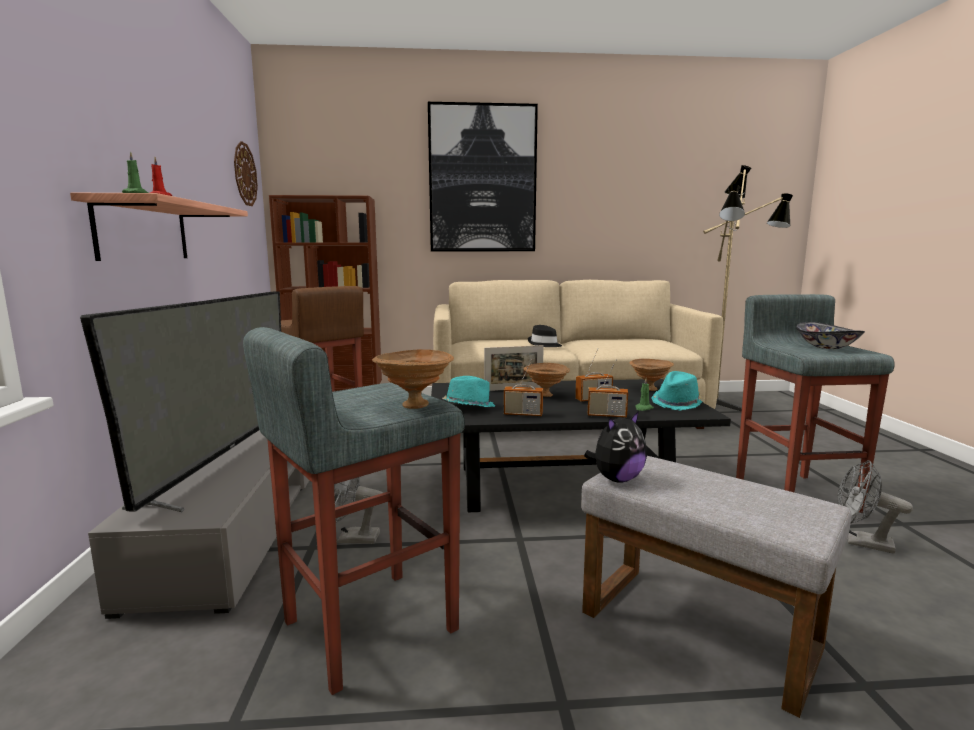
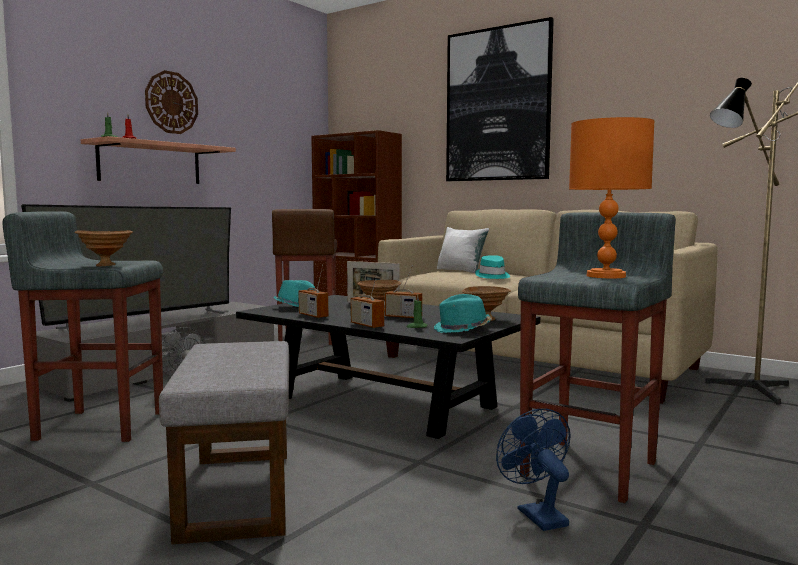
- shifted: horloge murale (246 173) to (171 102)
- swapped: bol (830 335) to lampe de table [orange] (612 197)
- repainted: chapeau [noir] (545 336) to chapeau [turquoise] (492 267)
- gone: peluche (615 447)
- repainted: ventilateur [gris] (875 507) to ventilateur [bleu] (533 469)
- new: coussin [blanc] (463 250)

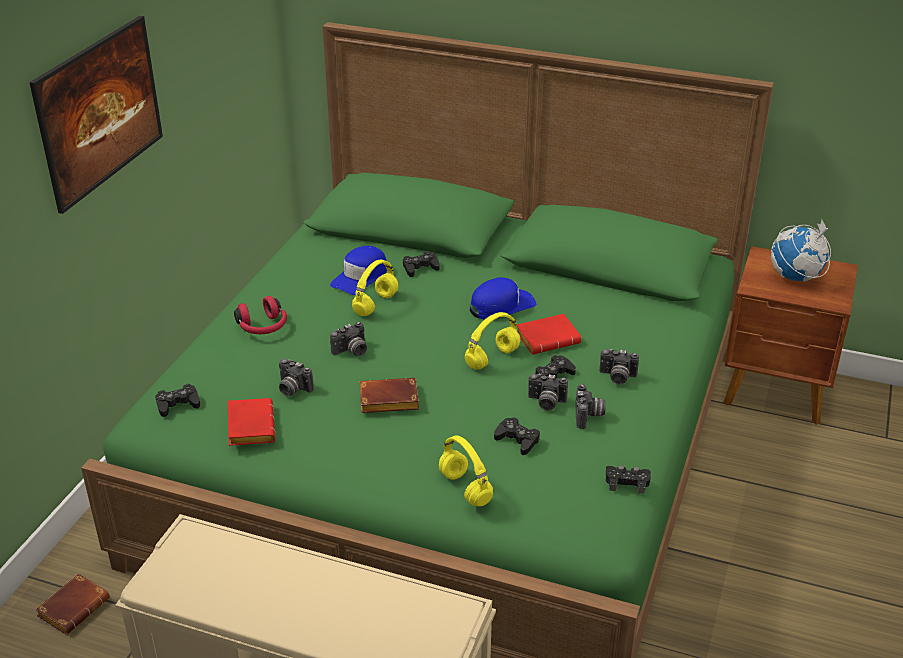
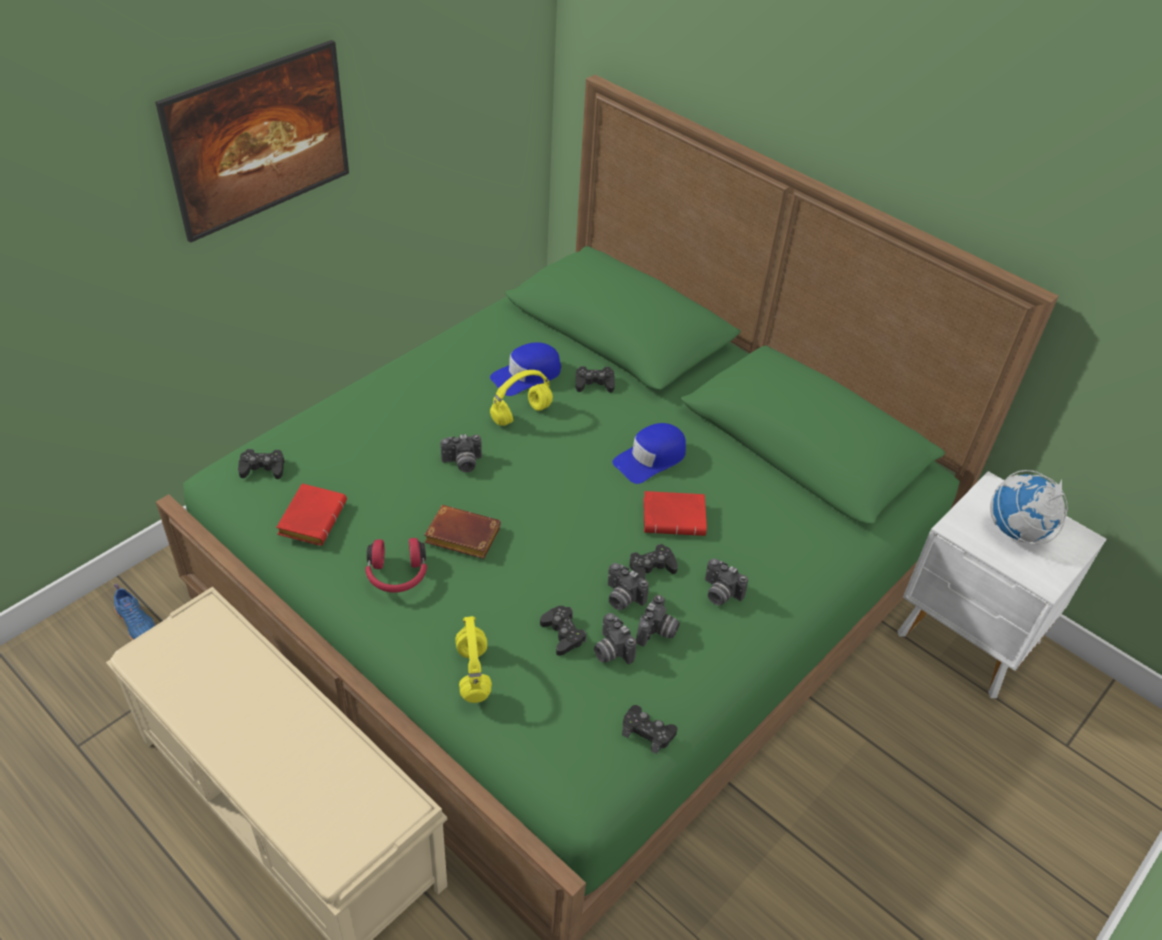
- repainted: table de chevet [marron] (790 335) to table de chevet [blanc] (1001 584)
- rotated: casquette [bleu] (503 298) = (649 453) 150 degrees clockwise
- shifted: casque audio [rouge] (260 315) to (396 565)
- gone: casque audio [jaune] (492 340)
- shifted: appareil photo (296 377) to (615 638)
- swapped: livre [marron] (72 604) to chaussure [bleu] (135 611)

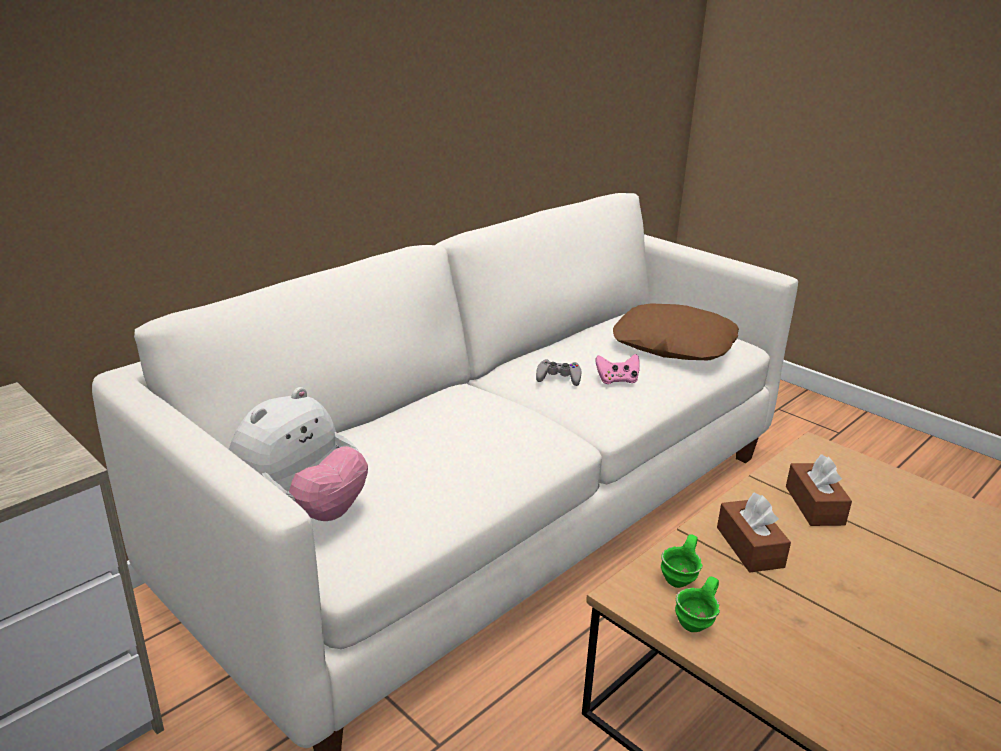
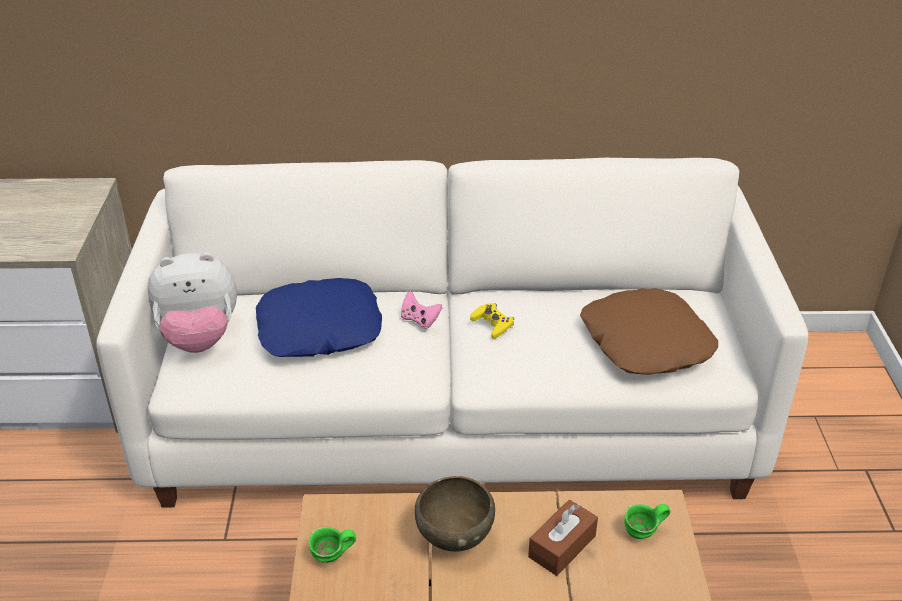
- shifted: manette [rose] (618 369) to (421 310)
- repainted: manette [gris] (558 372) to manette [jaune] (492 321)
- swapped: boîte à mouchoirs [marron] (754 532) to bol [marron] (455 514)
- shifted: mug [vert] (682 561) to (647 521)
- new: coussin [bleu] (319 317)

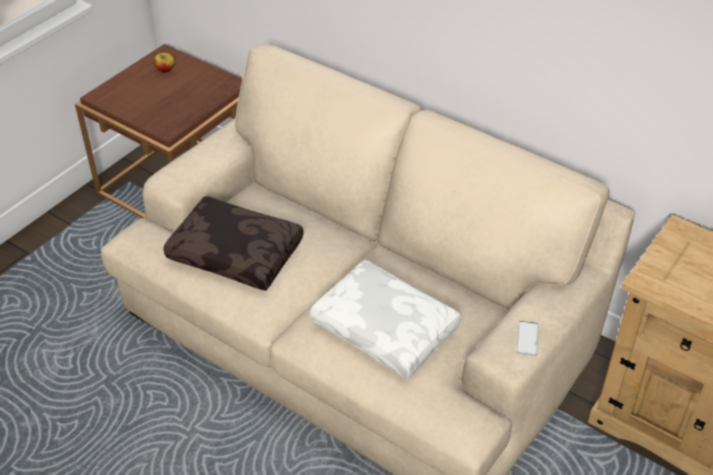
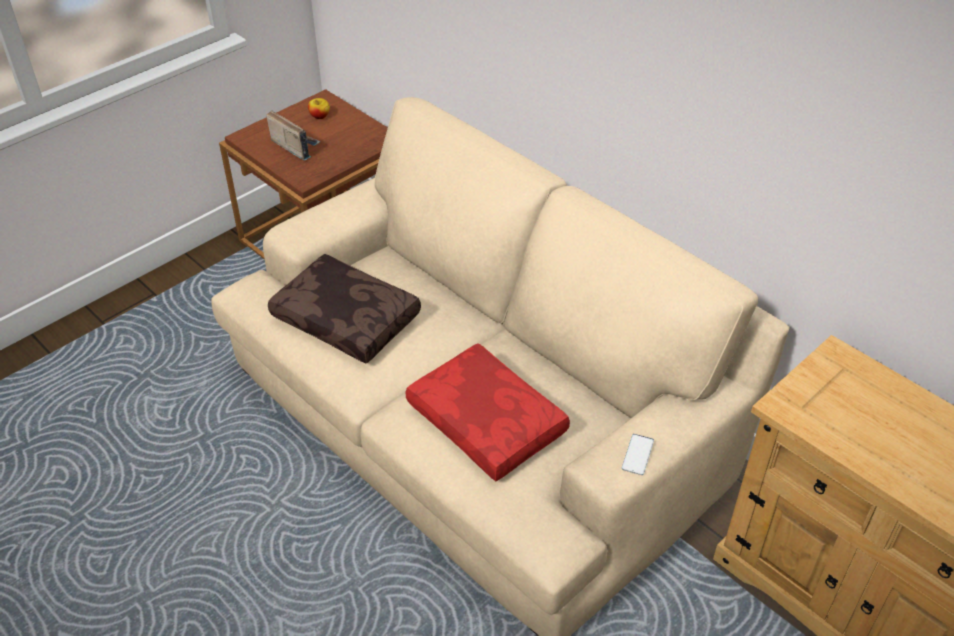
- repainted: coussin [blanc] (385 319) to coussin [rouge] (487 412)
- new: radio (293 135)

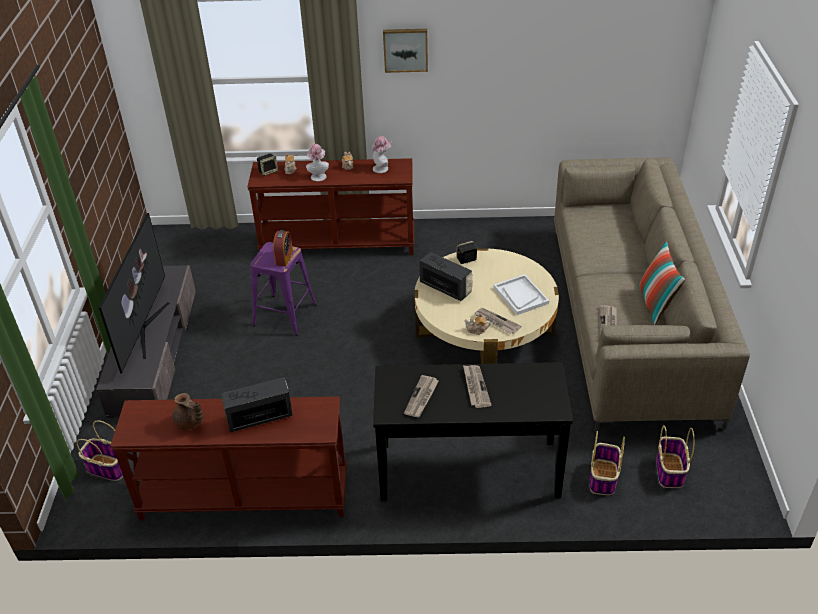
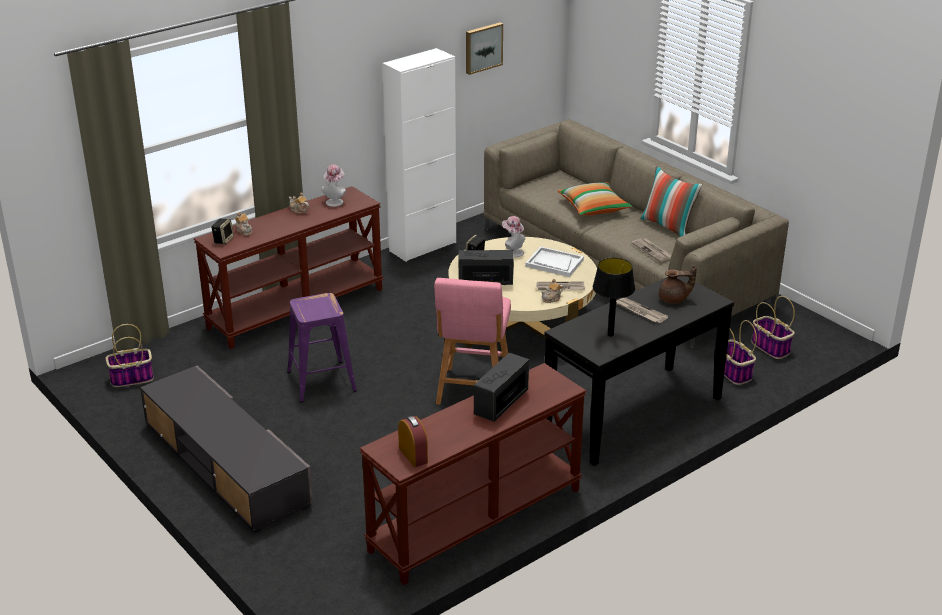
- shifted: tableau (405 51) to (484 49)
- shifted: chapeau (317 163) to (513 236)
- gone: téléviseur (134 293)
- shifted: réveil (283 248) to (413 441)
- swapped: journal (421 396) to lampe de table [noir] (614 297)
- shifted: théière [marron] (187 411) to (678 285)
- shifted: panier (99 450) to (129 355)
- new: meuble de rangement [blanc] (419 155)
- new: coussin (595 198)
- new: tabouret [rose] (472 341)

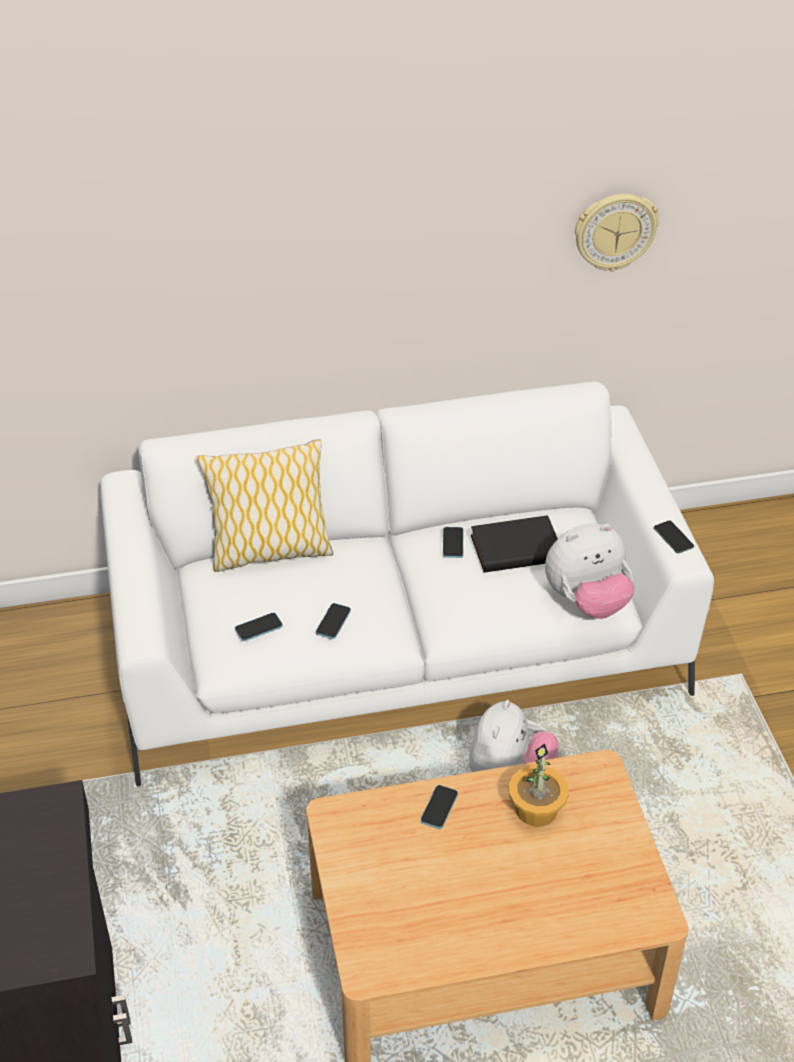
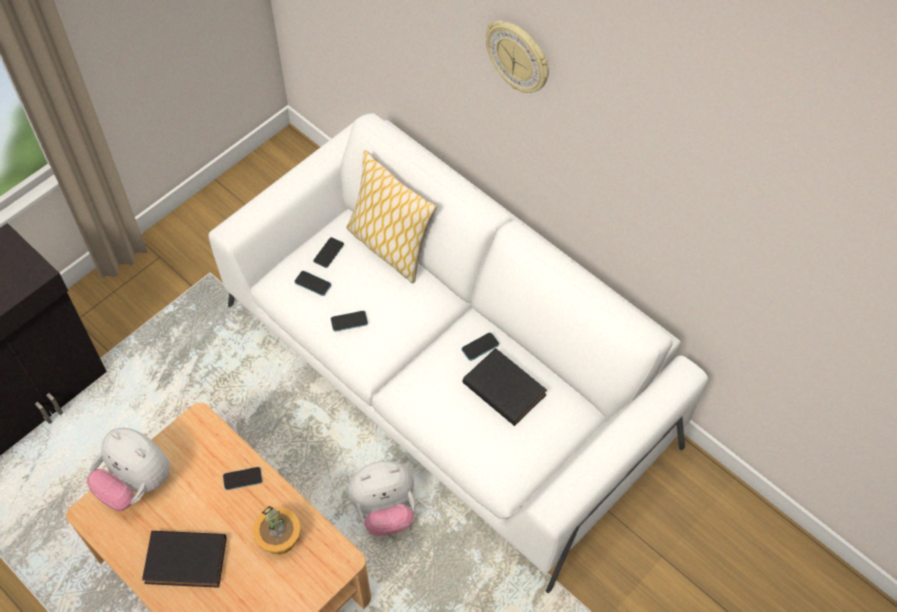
- shifted: horloge murale (617 233) to (517 56)
- shifted: téléphone (674 536) to (328 252)
- shifted: peluche (589 571) to (128 469)
- new: livre [noir] (184 559)

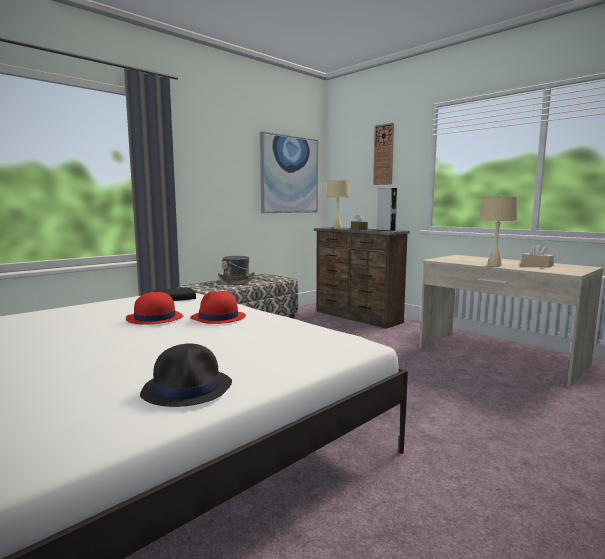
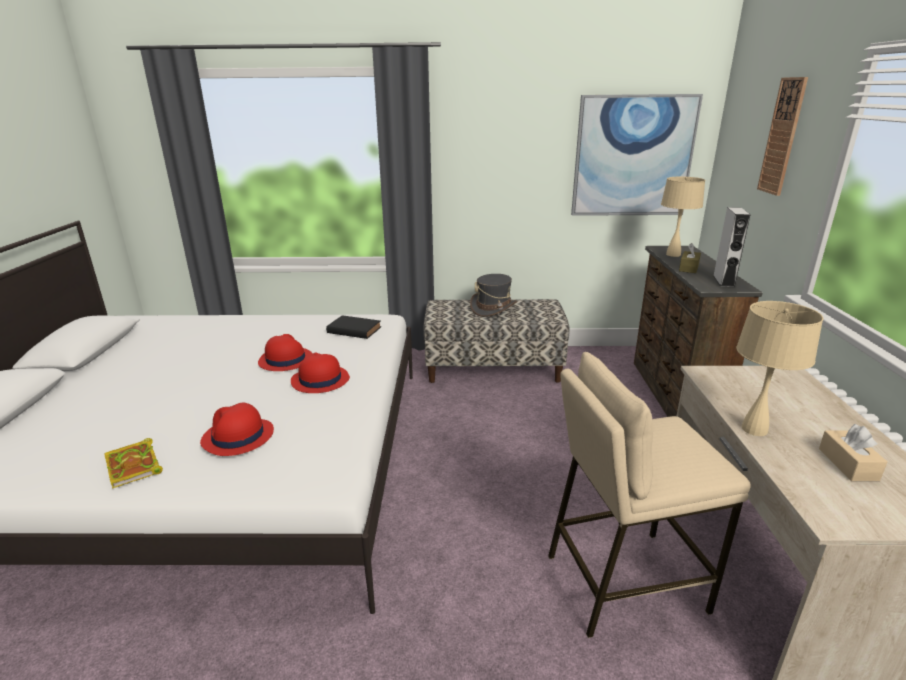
- swapped: chapeau [noir] (186 375) to livre (133 463)
- new: tabouret [beige] (649 495)
- new: chapeau [rouge] (237 429)

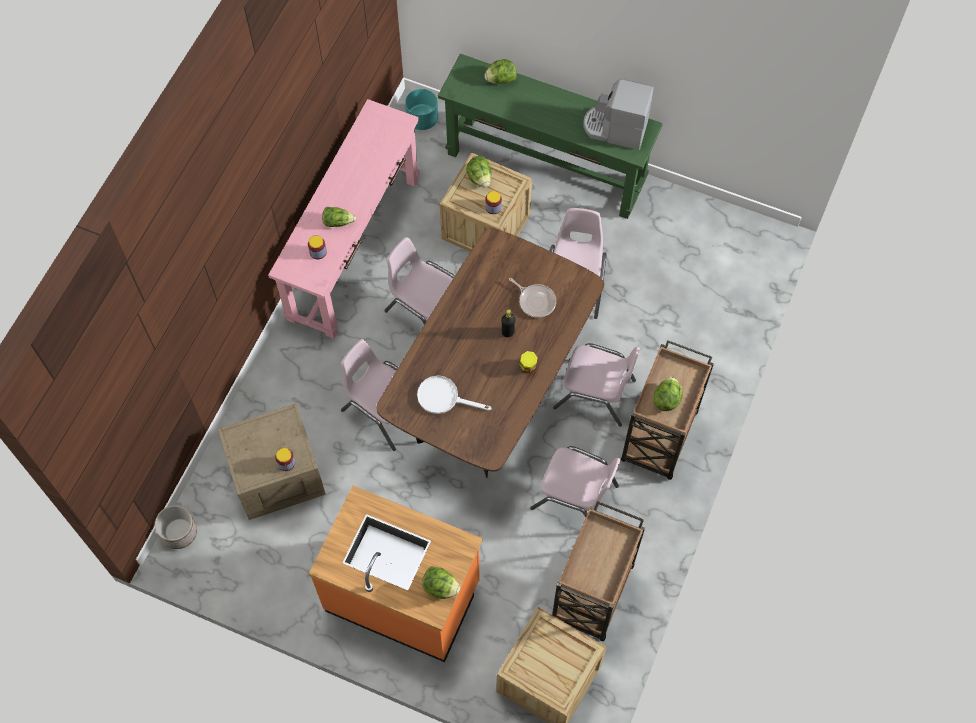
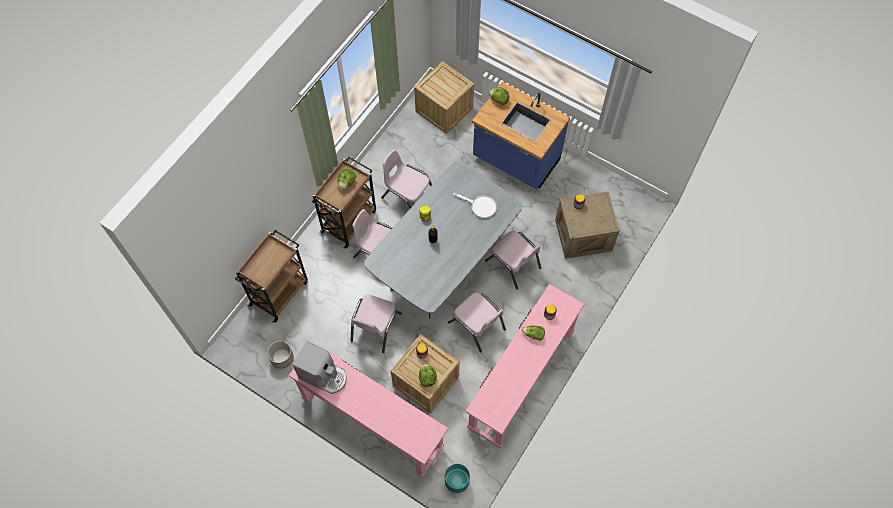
- repainted: table console [vert] (550 136) to table console [rose] (368 410)
- gone: laitue (501 71)
- repainted: table à manger [marron] (490 353) to table à manger [gris] (443 240)
- gone: poêle (532 298)
- repainted: comptoir de cuisine [orange] (396 574) to comptoir de cuisine [bleu] (521 136)
- shifted: chariot [marron] (598 571) to (271 276)
- shifted: cache-pot (176 527) to (280 355)

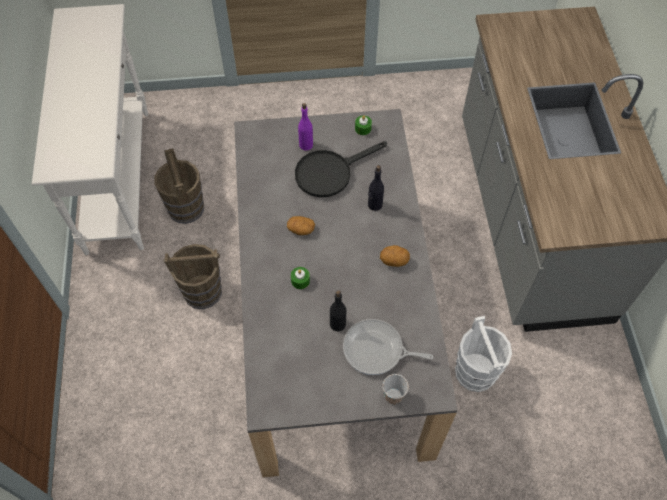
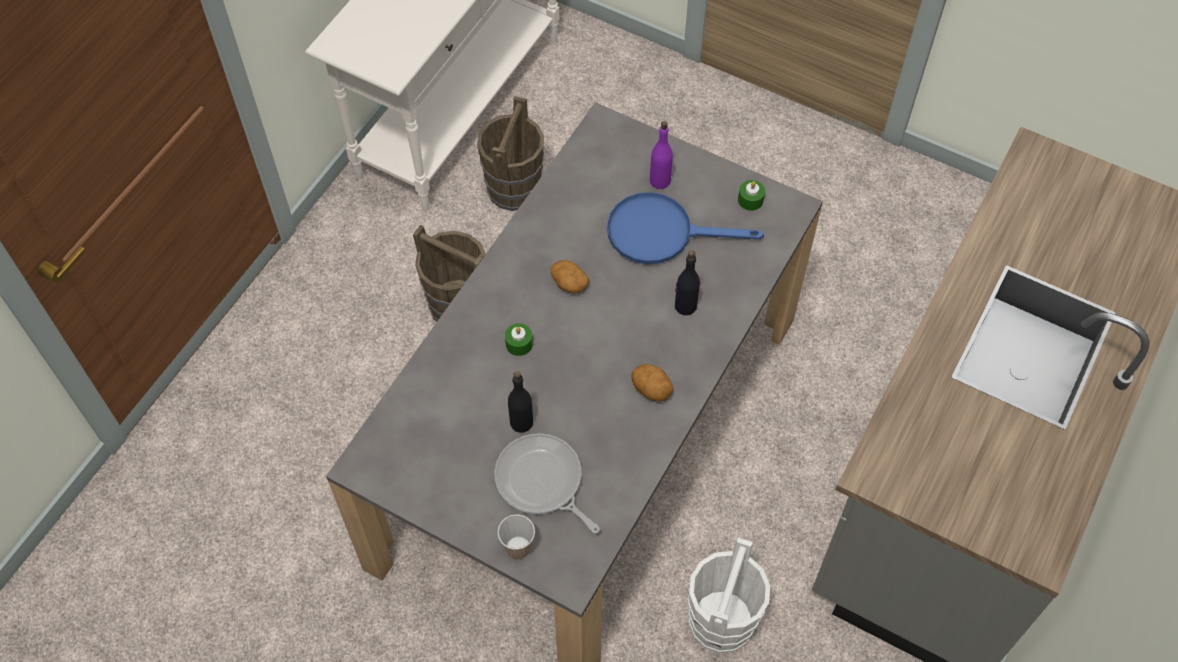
- repainted: poêle [noir] (341 169) to poêle [bleu] (685 228)

